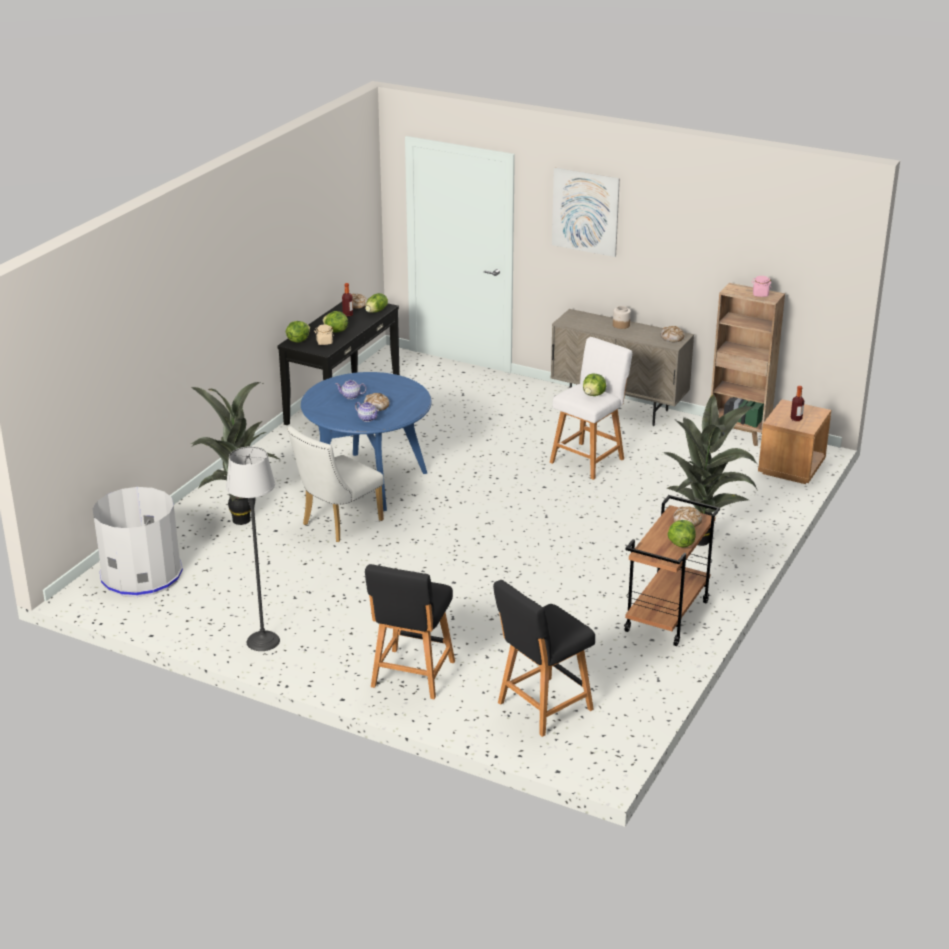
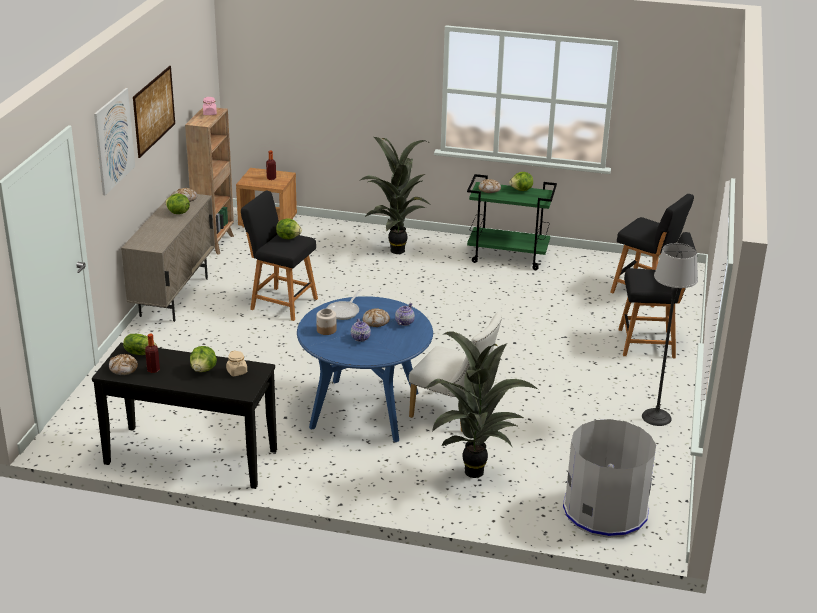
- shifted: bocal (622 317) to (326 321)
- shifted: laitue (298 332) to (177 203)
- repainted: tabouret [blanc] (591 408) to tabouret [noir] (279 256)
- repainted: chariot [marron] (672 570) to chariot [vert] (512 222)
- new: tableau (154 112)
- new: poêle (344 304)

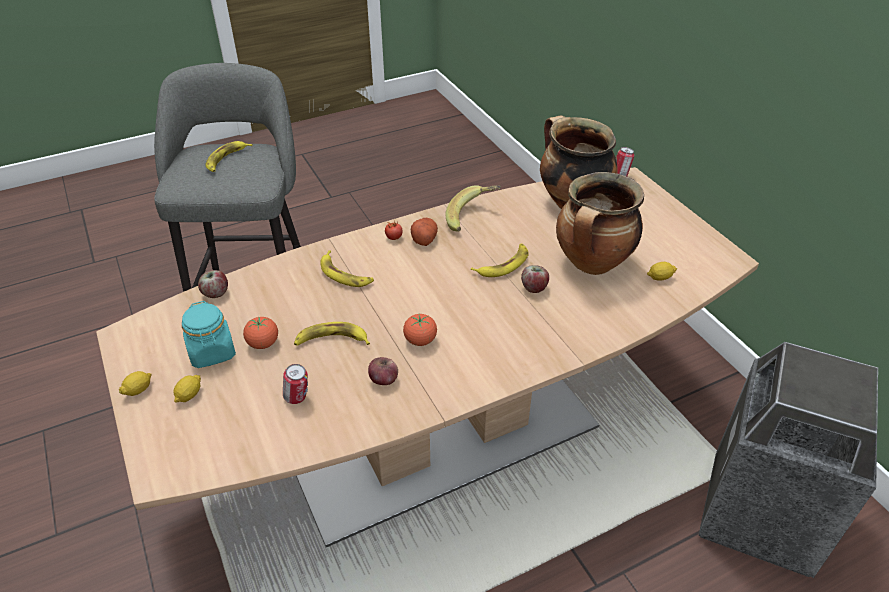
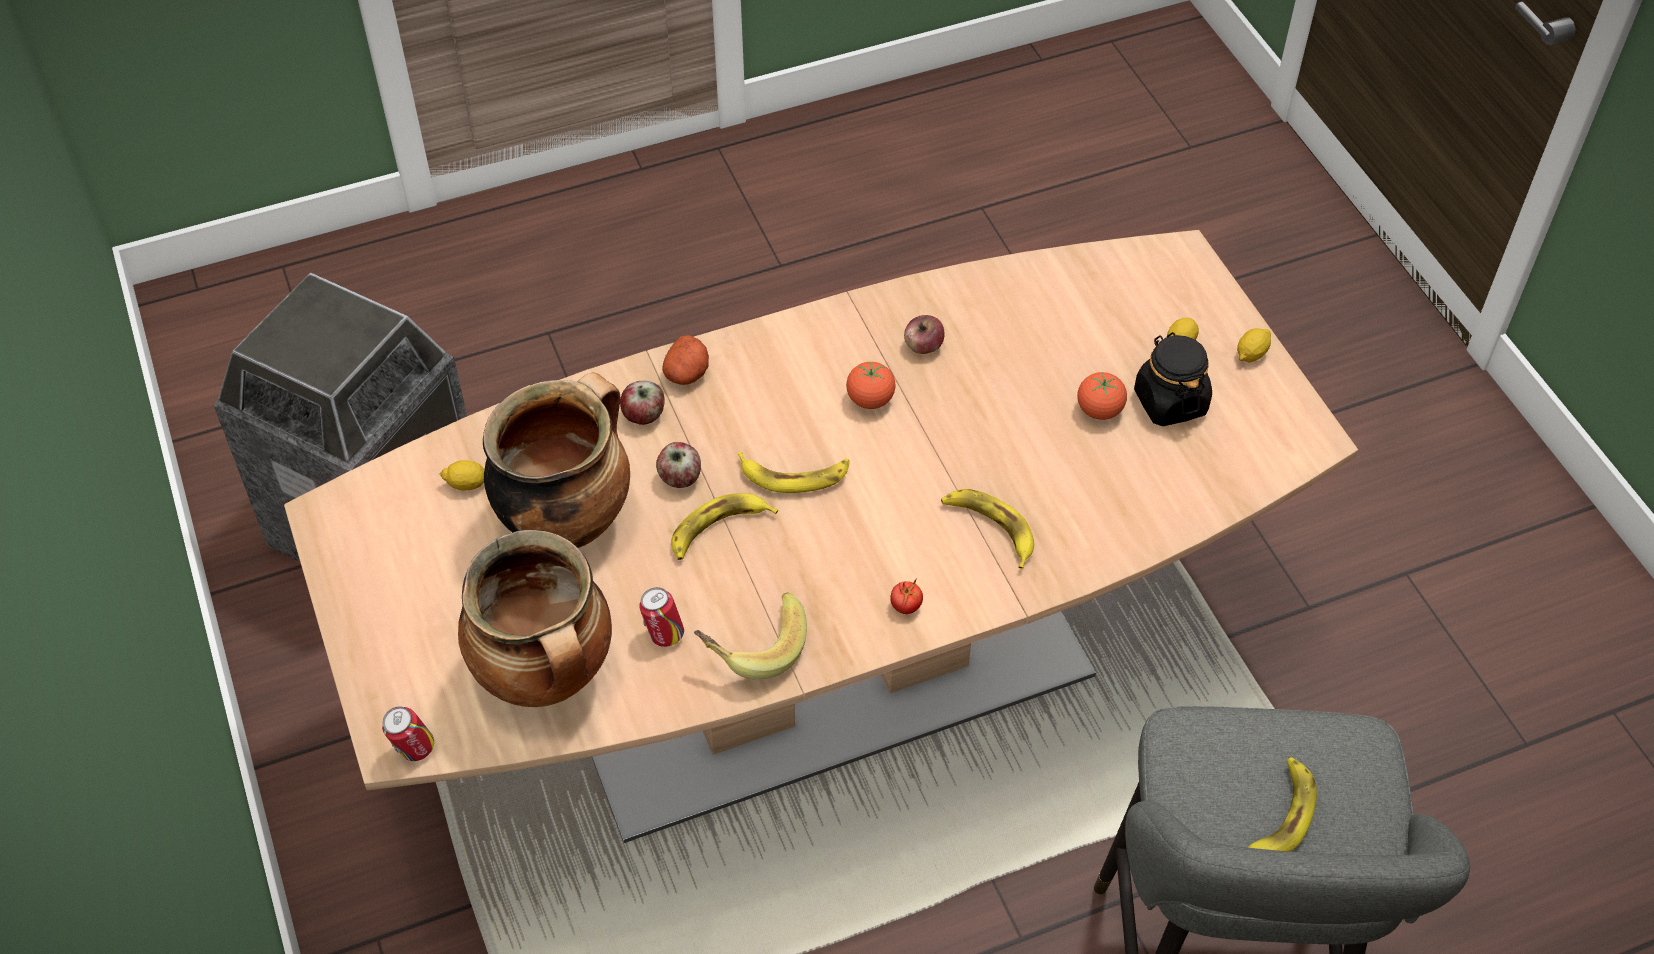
- shifted: pomme de terre (424 232) to (685 360)
- shifted: pomme (213 284) to (642 403)
- repainted: bocal [turquoise] (209 334) to bocal [noir] (1173 379)
- shifted: banane (332 333) to (794 472)
- shifted: boîte métallique (295 384) to (661 617)

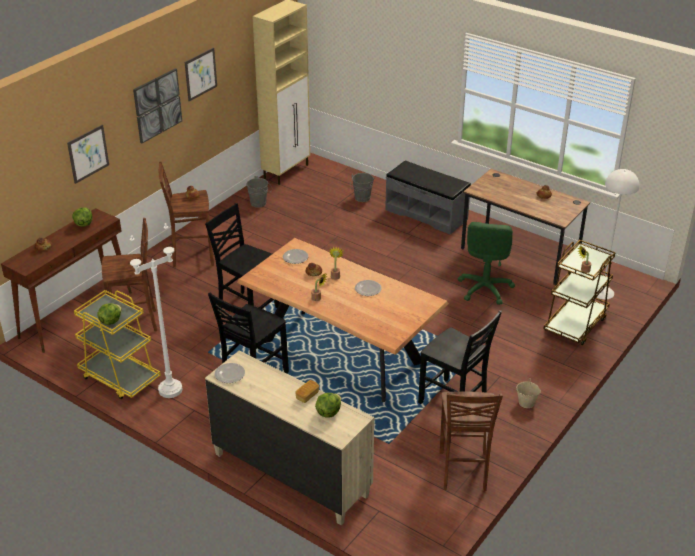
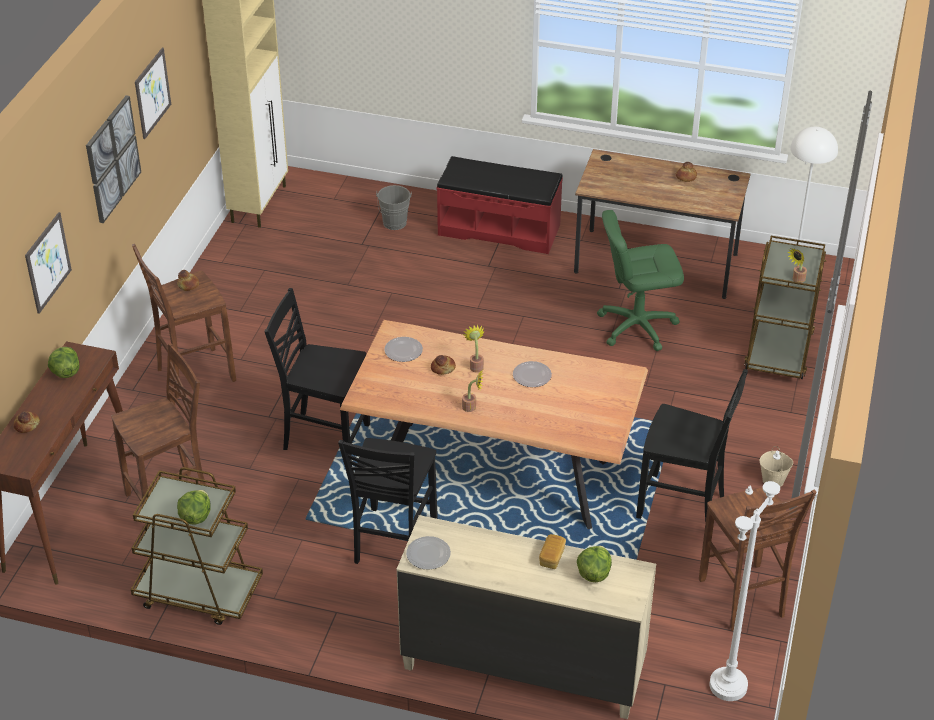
- repainted: banc [gris] (428 197) to banc [rouge] (500 205)
- gone: seau [gris] (259 192)
- rotated: chaise de bureau [vert] (486 263) = (640 280) 90 degrees clockwise
- shifted: lampadaire [blanc] (156 310) to (745 576)
- repainted: chariot [jaune] (117 344) to chariot [marron] (197 546)

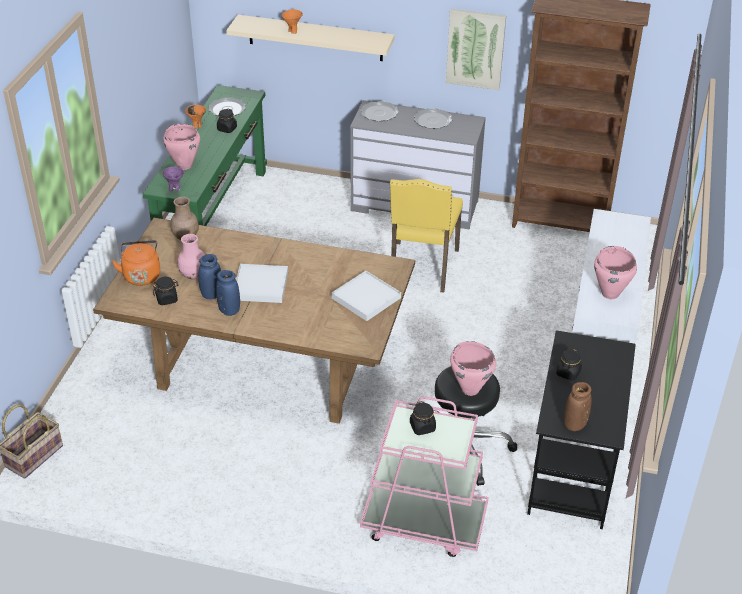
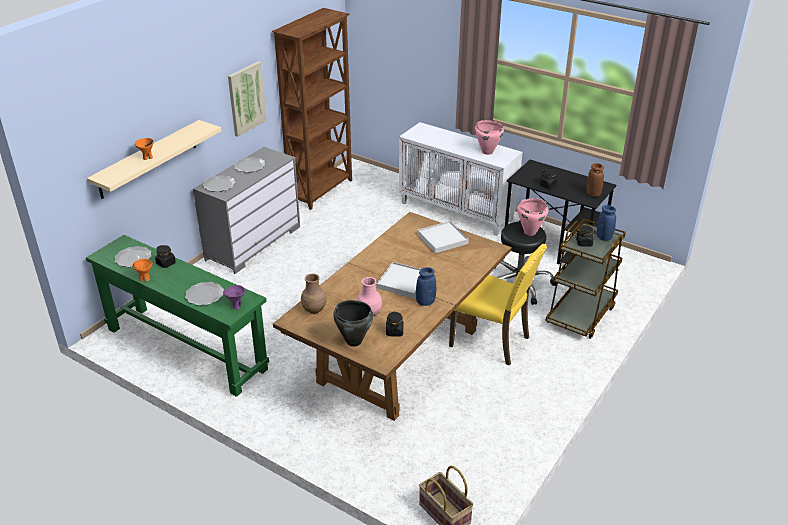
- swapped: marmite [rose] (181 147) to assiette (204 293)
- shifted: chaise [jaune] (426 236) to (498 305)
- swapped: bouilloire [orange] (136 263) to marmite [noir] (353 323)
- shifted: vase [bleu] (209 276) to (606 223)
- repainted: chariot [rose] (424 476) to chariot [marron] (585 279)

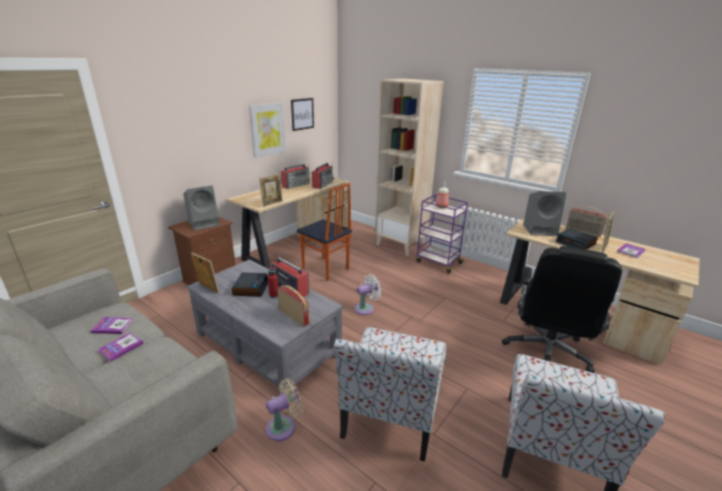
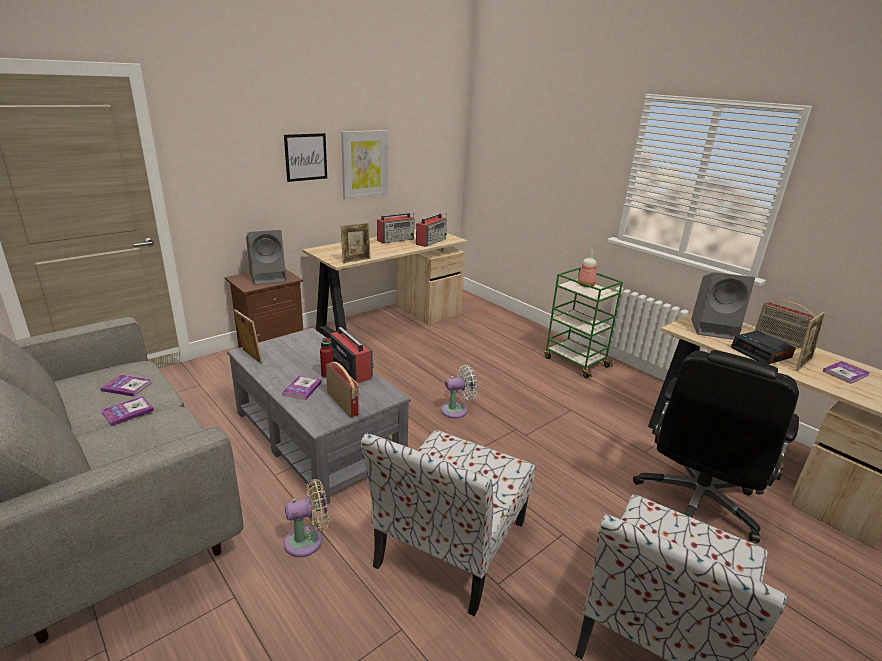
- gone: bibliothèque [beige] (409 167)
- shifted: tableau (302 114) to (305 157)
- gone: chaise (324 232)
- repainted: chariot [violet] (442 233) to chariot [vert] (583 322)
- gone: réveil (250 284)
- new: livre (302 387)

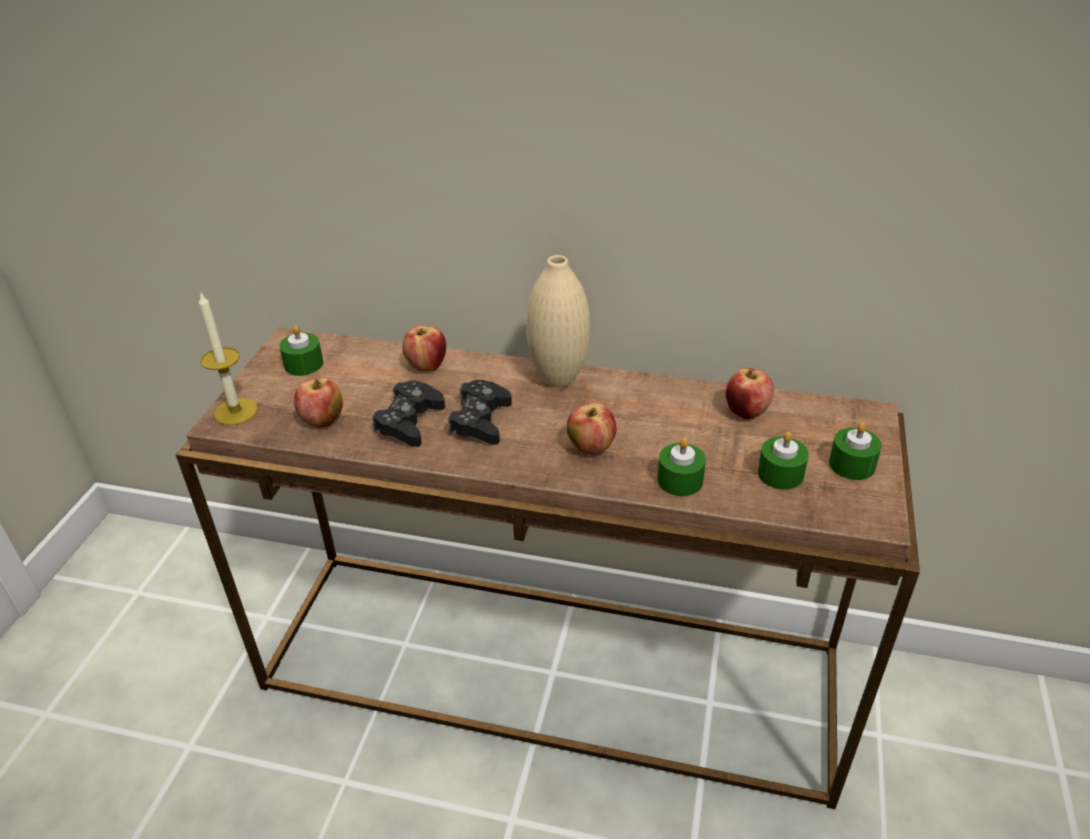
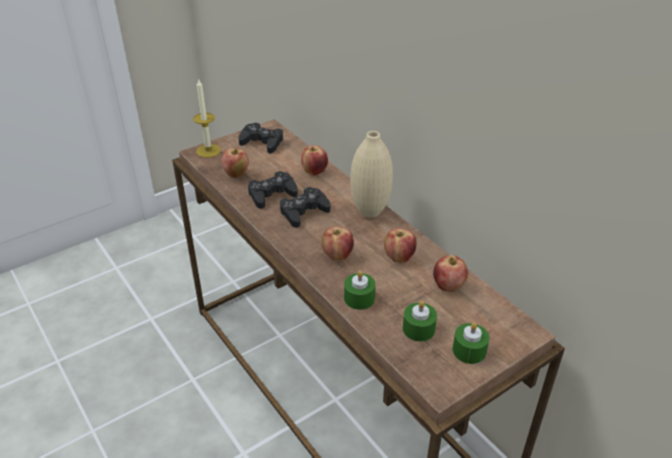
- swapped: bougie [vert] (301 350) to manette [noir] (261 138)
- new: pomme (400 245)

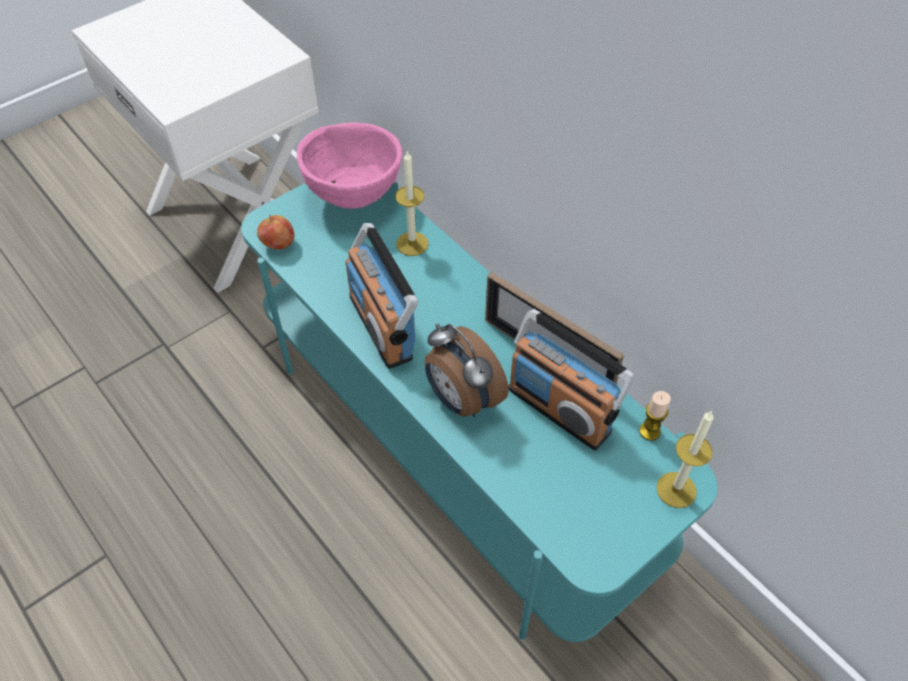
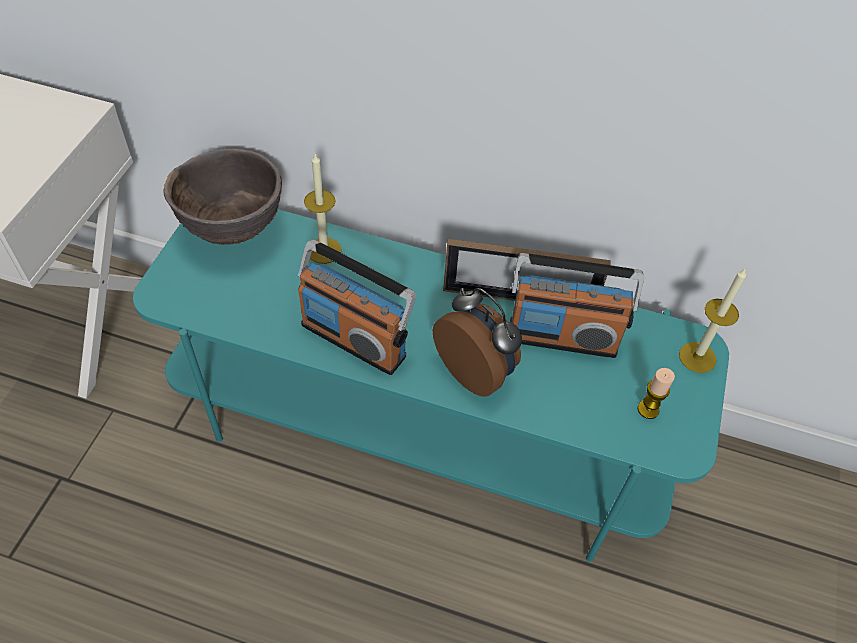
- repainted: bol [rose] (349 166) to bol [marron] (223 196)
- gone: pomme (276 232)
- rotated: réveil (467 370) = (477 342) 150 degrees counterclockwise
- shifted: bougie (655 416) to (656 393)

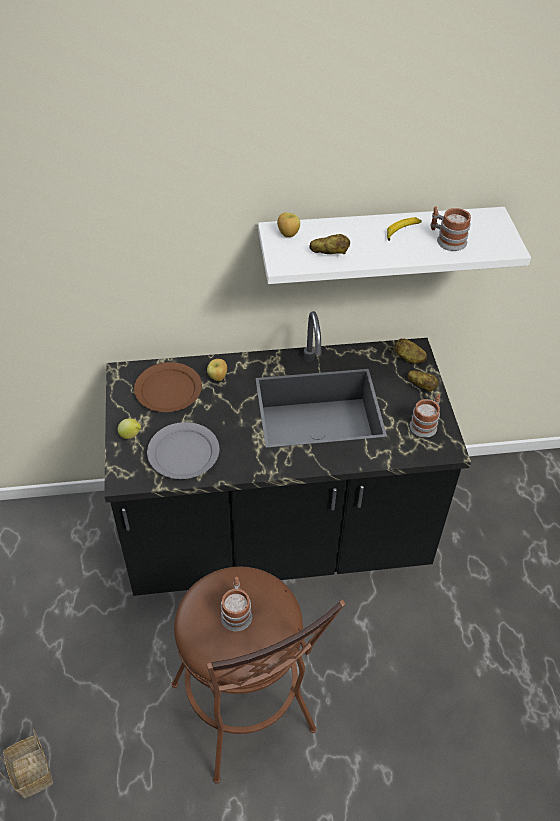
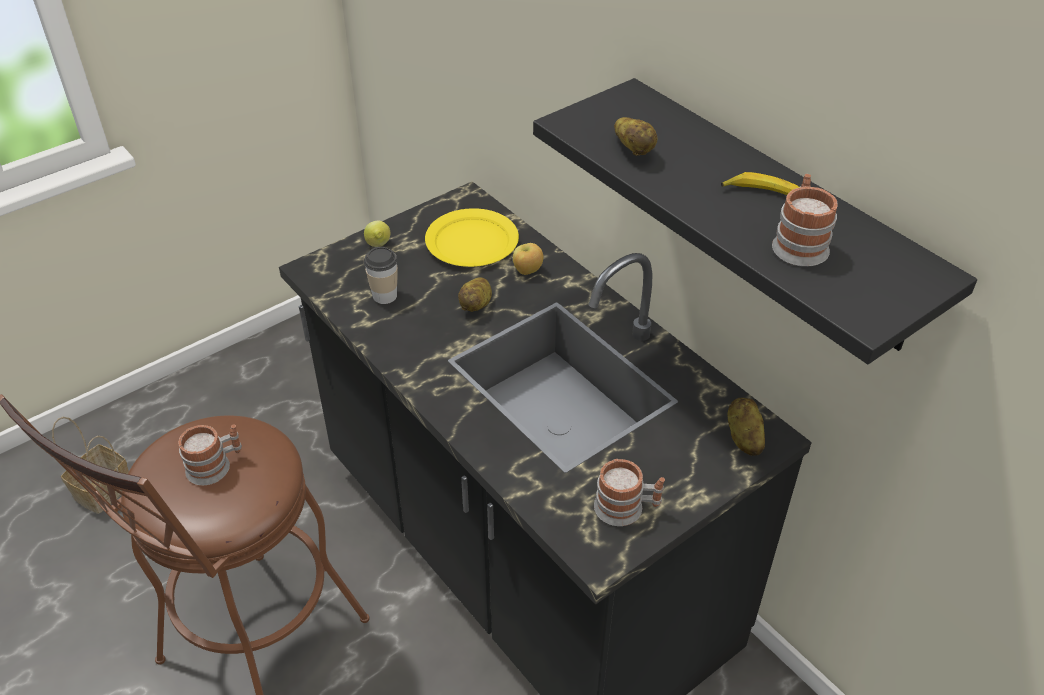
- repainted: étagère [blanc] (394 245) to étagère [noir] (755 221)
- gone: pomme (288 225)
- repainted: assiette [marron] (168 387) to assiette [jaune] (472 237)
- shifted: pomme de terre (423 381) to (475 294)
- swapped: assiette [gris] (183 450) to tasse (381 275)

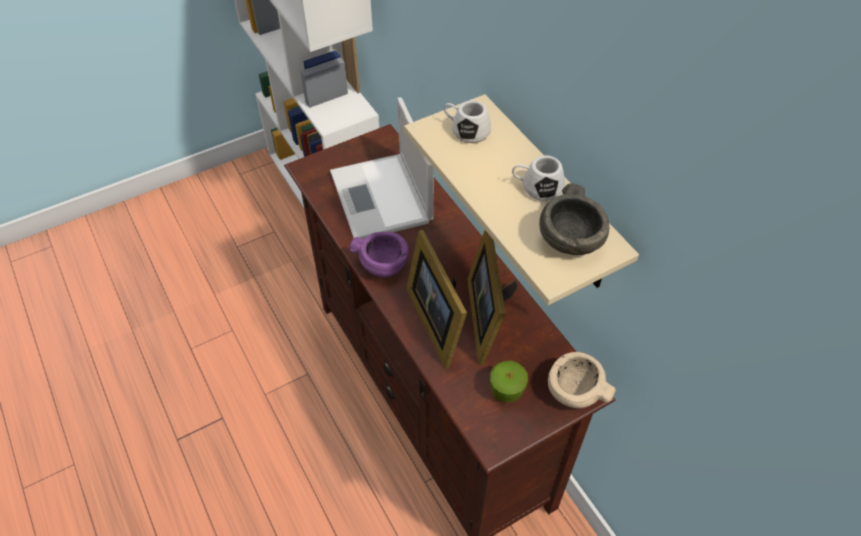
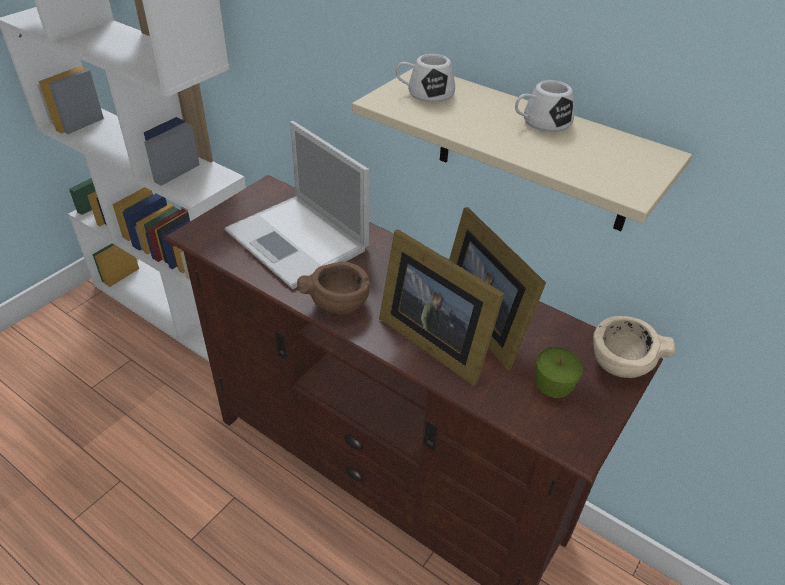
- gone: bol [gris] (574 219)
- repainted: bol [violet] (379 255) to bol [marron] (333 288)

